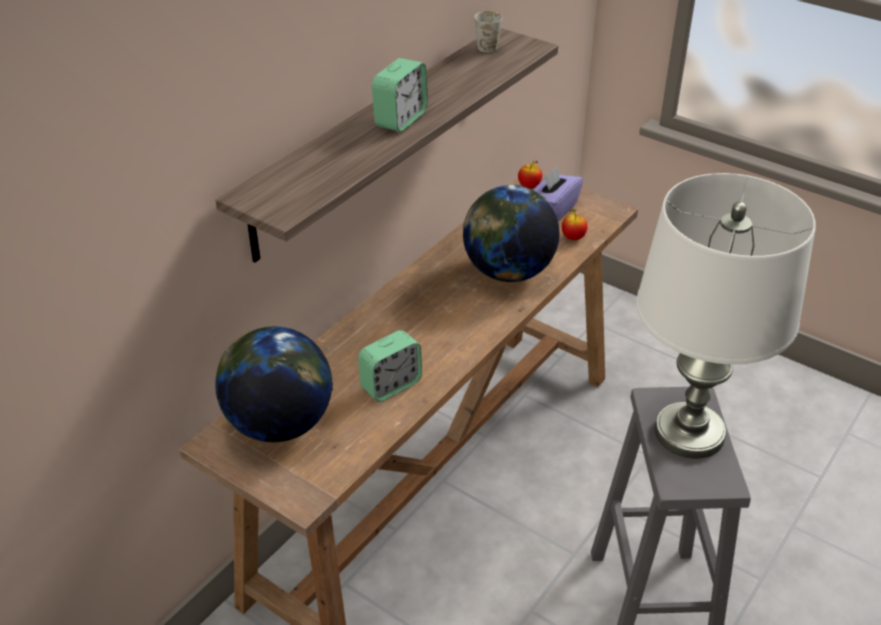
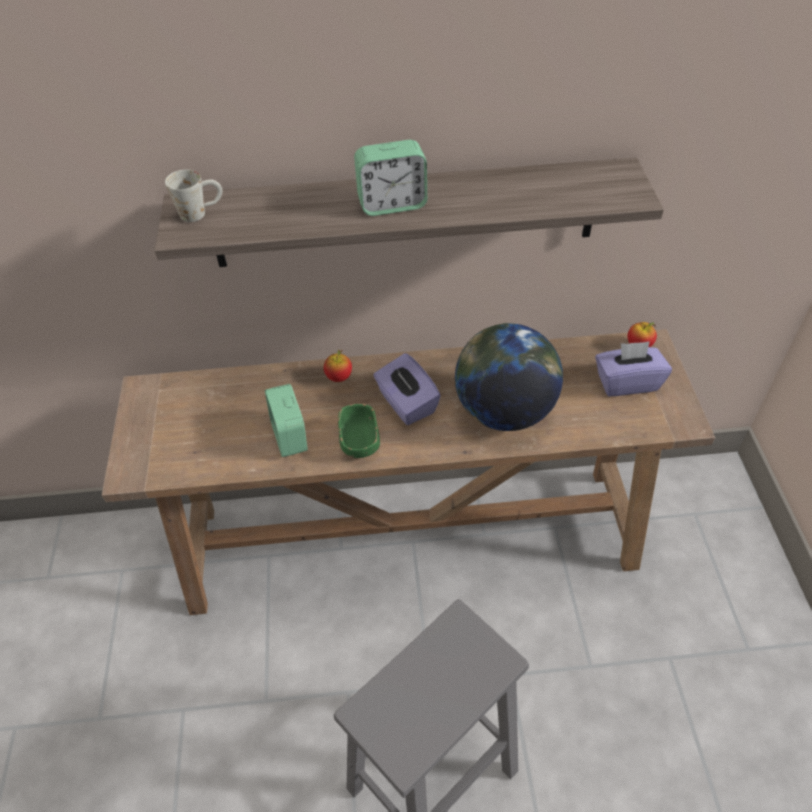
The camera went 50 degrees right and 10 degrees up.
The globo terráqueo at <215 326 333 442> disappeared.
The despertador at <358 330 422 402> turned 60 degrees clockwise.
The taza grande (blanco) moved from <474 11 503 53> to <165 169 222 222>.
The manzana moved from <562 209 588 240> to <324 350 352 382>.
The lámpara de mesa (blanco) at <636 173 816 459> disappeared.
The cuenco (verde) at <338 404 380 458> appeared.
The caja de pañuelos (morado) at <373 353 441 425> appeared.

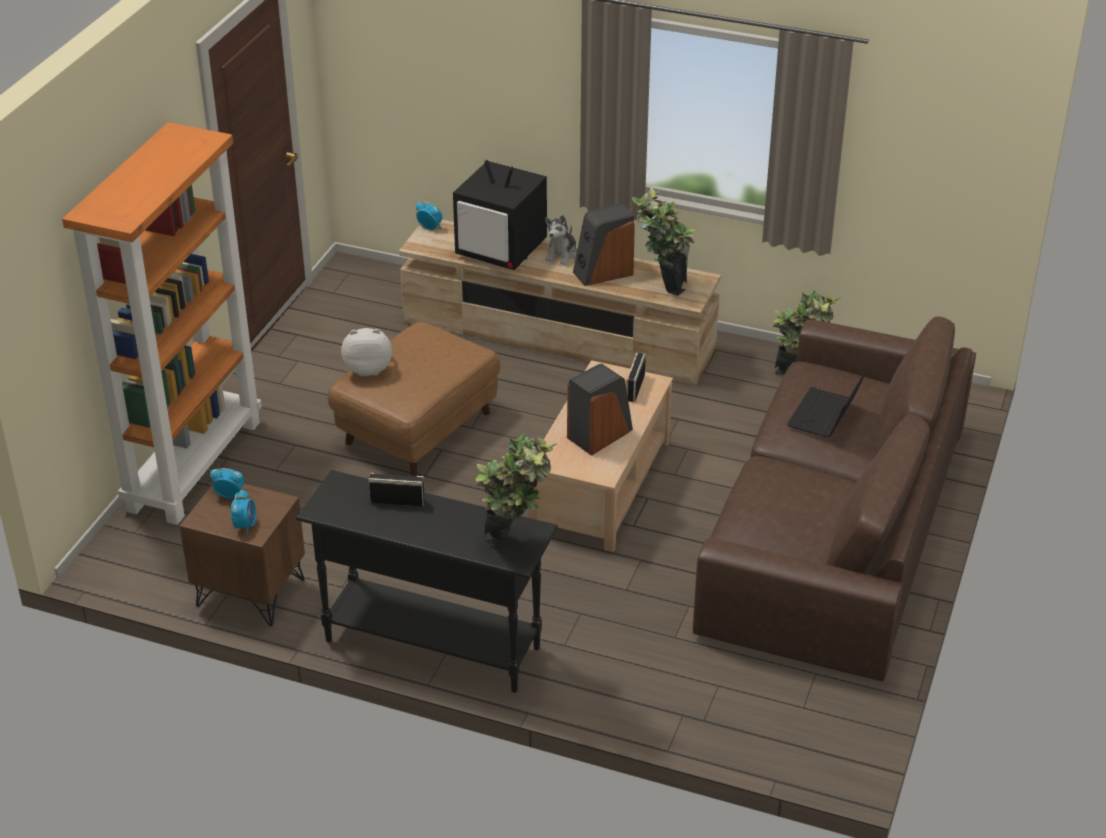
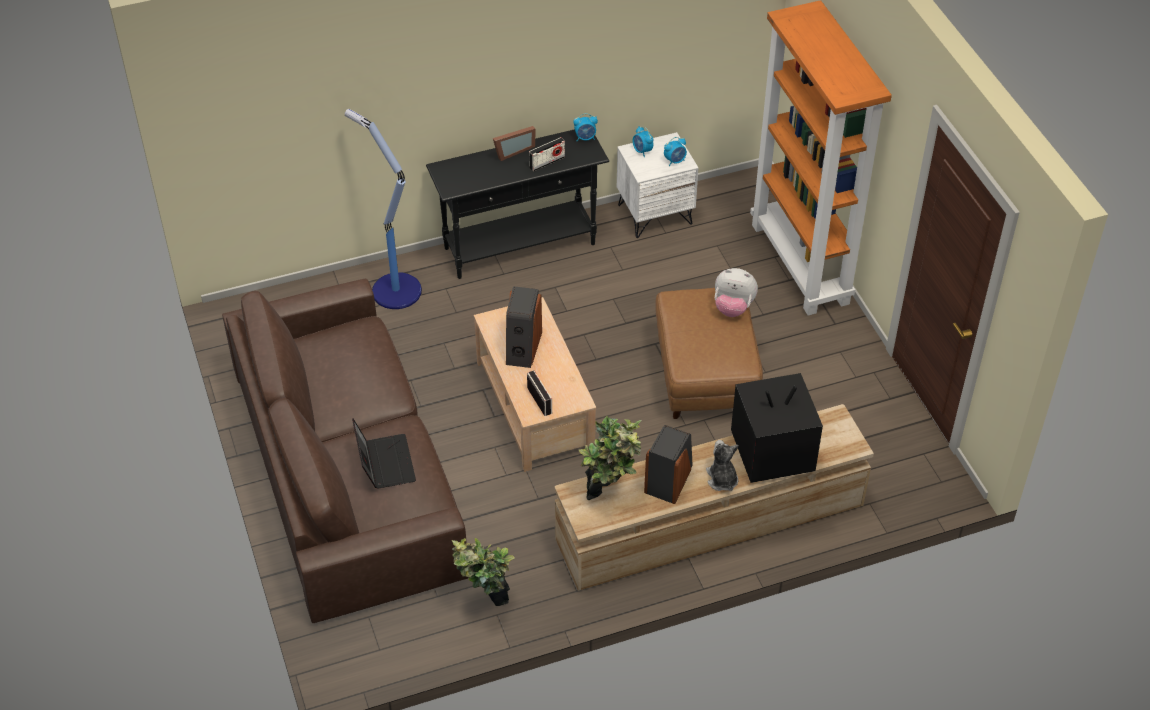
The camera went 140 degrees right and 10 degrees up.
The mesita de noche (marrón) at <180 484 305 626> became the mesita de noche (blanco) at <617 132 698 238>.
The peluche at <341 328 392 376> turned 60 degrees clockwise.
The despertador moved from <416 202 442 230> to <573 113 598 141>.
The planta en maceta at <476 434 558 541> disappeared.
The lámpara de pie at <345 109 422 309> appeared.
The portarretratos at <493 126 536 161> appeared.

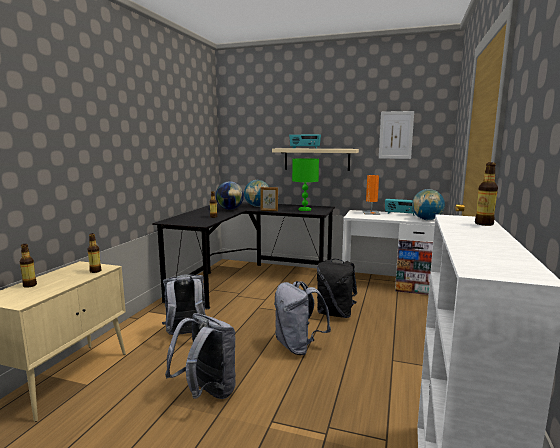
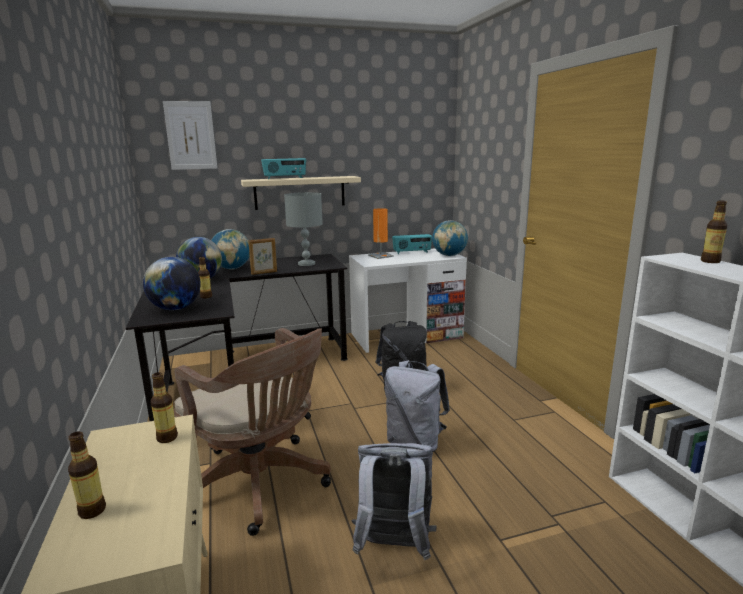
The camera went 35 degrees left and 5 degrees up.
The mochila (gris) at <162 274 206 335> was replaced by the silla de oficina (marrón) at <173 328 331 536>.
The lámpara de mesa (verde) at <292 158 319 211> became the lámpara de mesa (gris) at <284 192 323 266>.
The cuadro moved from <379 111 414 159> to <163 101 217 170>.
The globo terráqueo at <143 257 201 310> appeared.

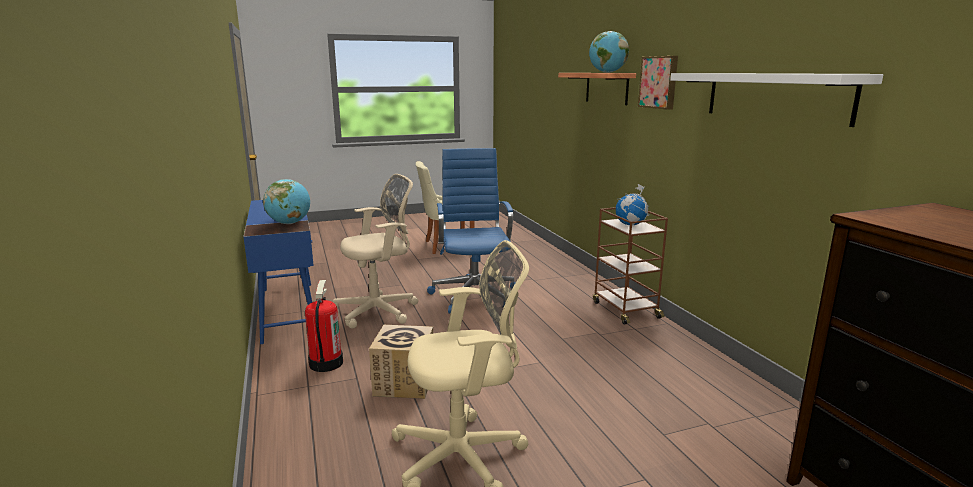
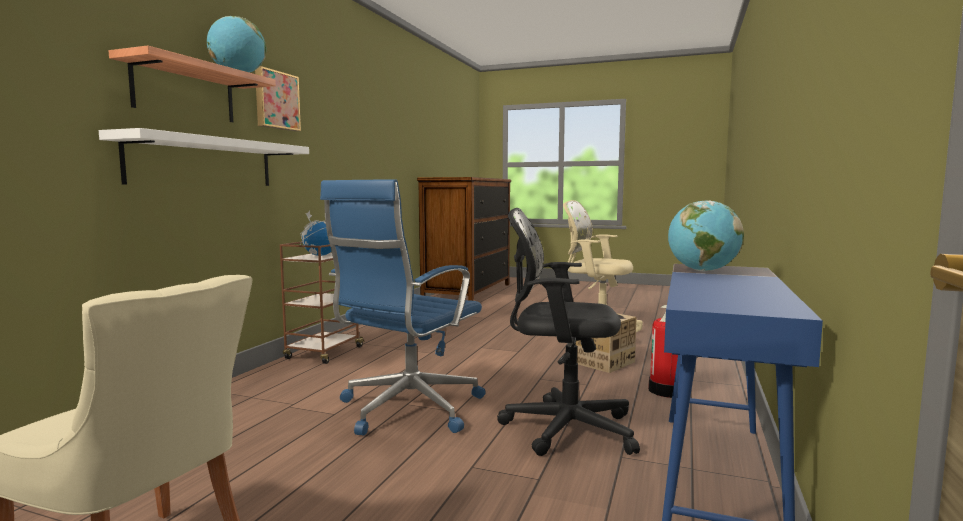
The camera went 140 degrees left and 10 degrees down.
The silla de oficina (beis) at <333 174 418 328> became the silla de oficina (negro) at <497 208 640 456>.
The estante (blanco) moved from <670 73 884 127> to <99 128 309 186>.

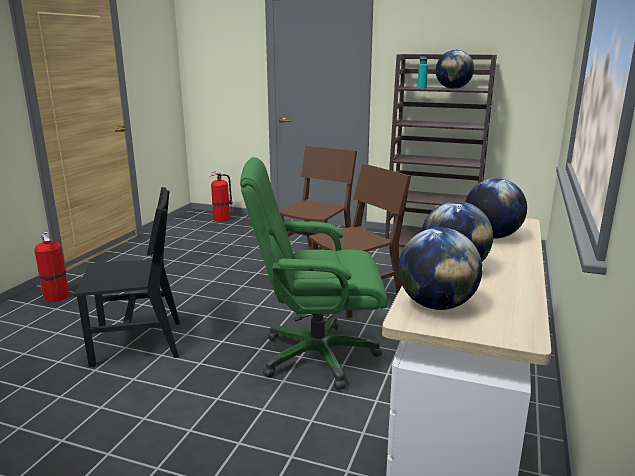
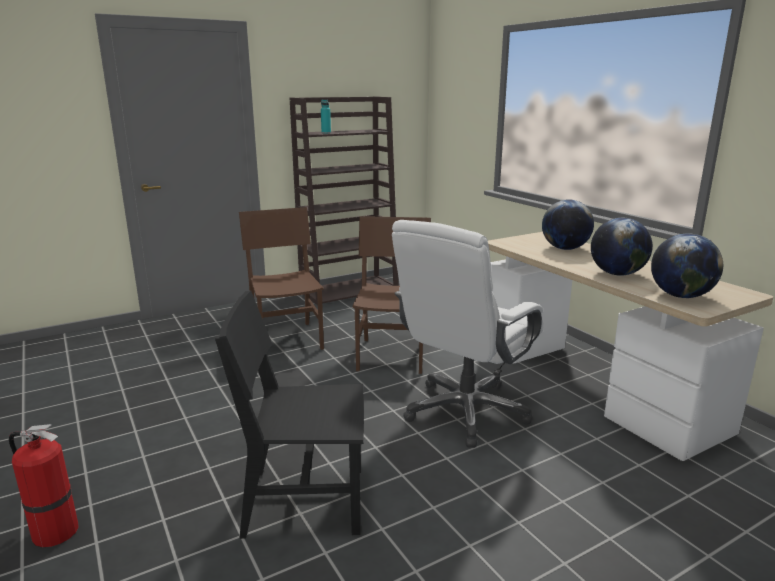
The camera went 50 degrees left and 0 degrees up.
The silla (negro) at <73 187 180 367> turned 120 degrees counterclockwise.
The extintor at <209 171 234 222> disappeared.
The silla de oficina (verde) at <240 157 387 390> became the silla de oficina (blanco) at <392 220 544 448>.
The globo terráqueo at <436 50 474 89> disappeared.

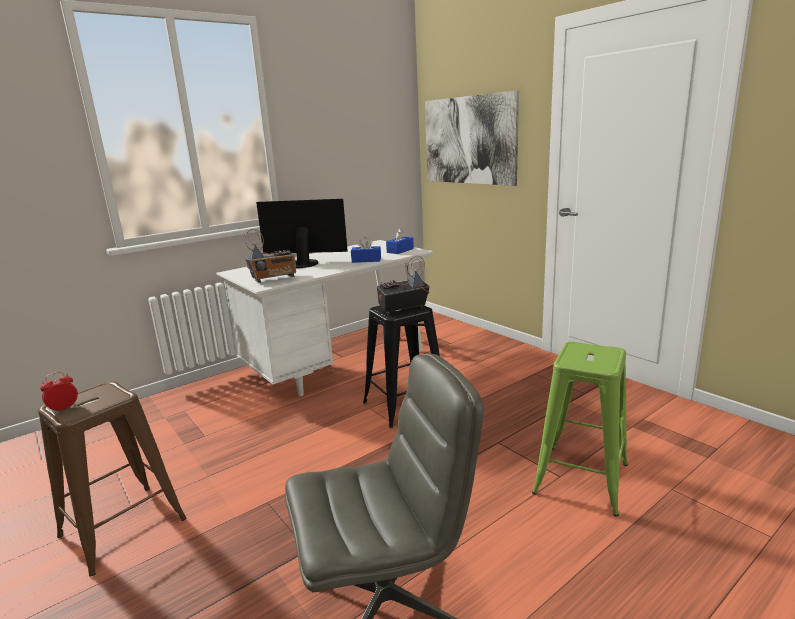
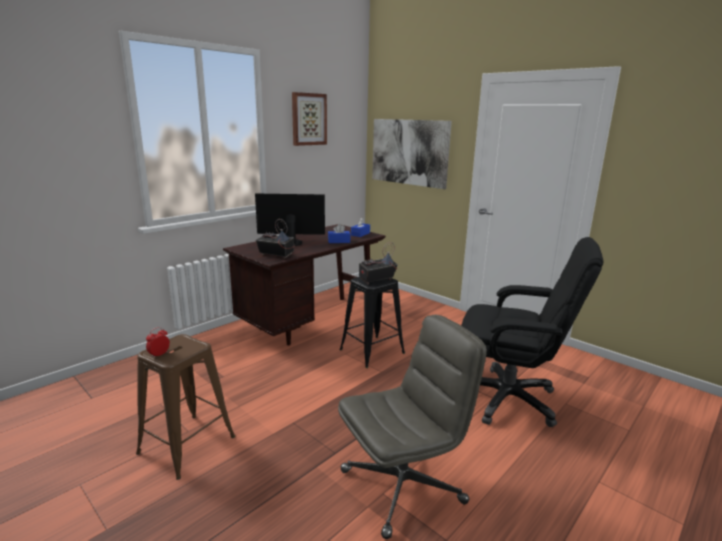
The camera went 10 degrees left and 0 degrees up.
The escritorio (blanco) at <217 240 433 396> became the escritorio (marrón) at <223 224 386 345>.
The radio at <245 229 296 283> turned 120 degrees counterclockwise.
The taburete (verde) at <532 342 628 517> was replaced by the silla de oficina (negro) at <461 237 603 427>.
The cuadro at <292 92 327 146> appeared.

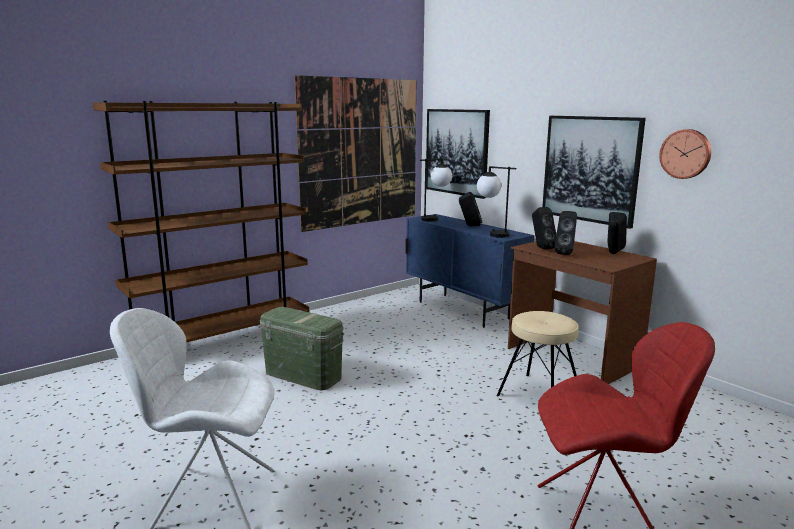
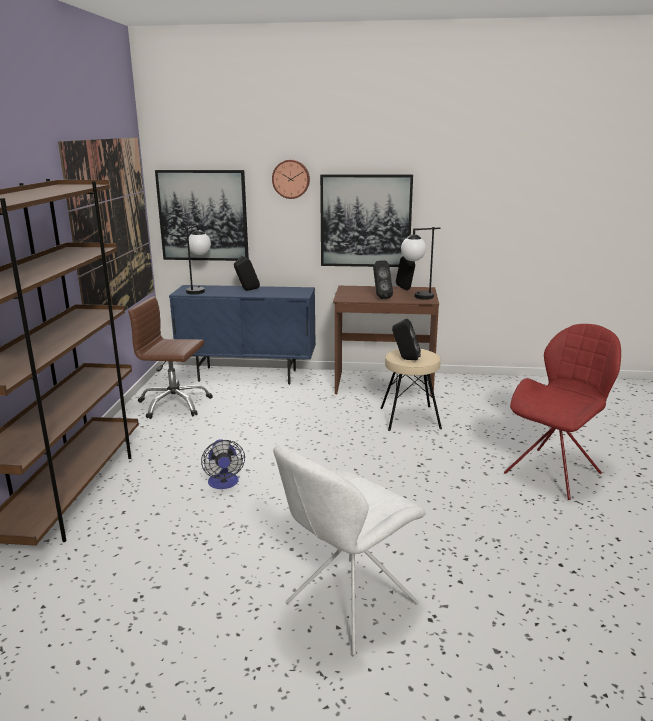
The camera went 45 degrees left and 5 degrees up.
The caja de almacenaje (verde) at <260 307 344 390> was replaced by the ventilador at <201 439 245 489>.
The lámpara de mesa moved from <477 166 516 238> to <401 227 440 299>.
The altavoz (negro) moved from <532 207 556 249> to <392 318 421 360>.
The reloj de pared moved from <659 129 711 179> to <272 160 310 199>.
The silla de oficina (marrón) at <128 296 213 419> appeared.

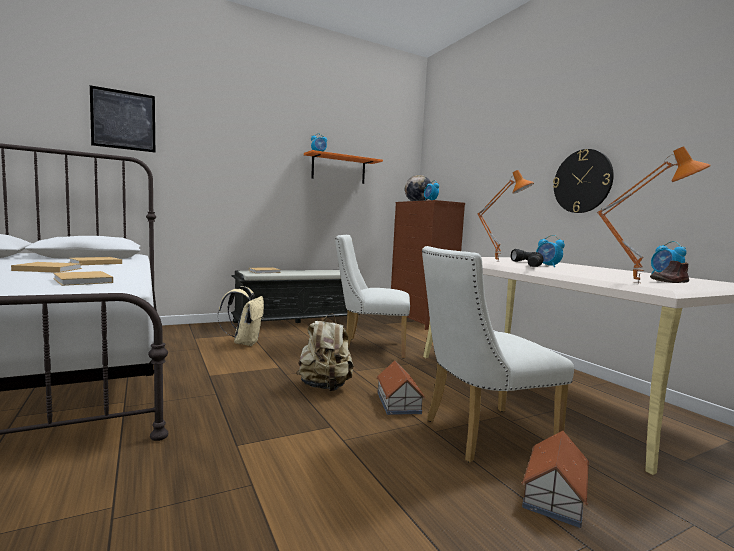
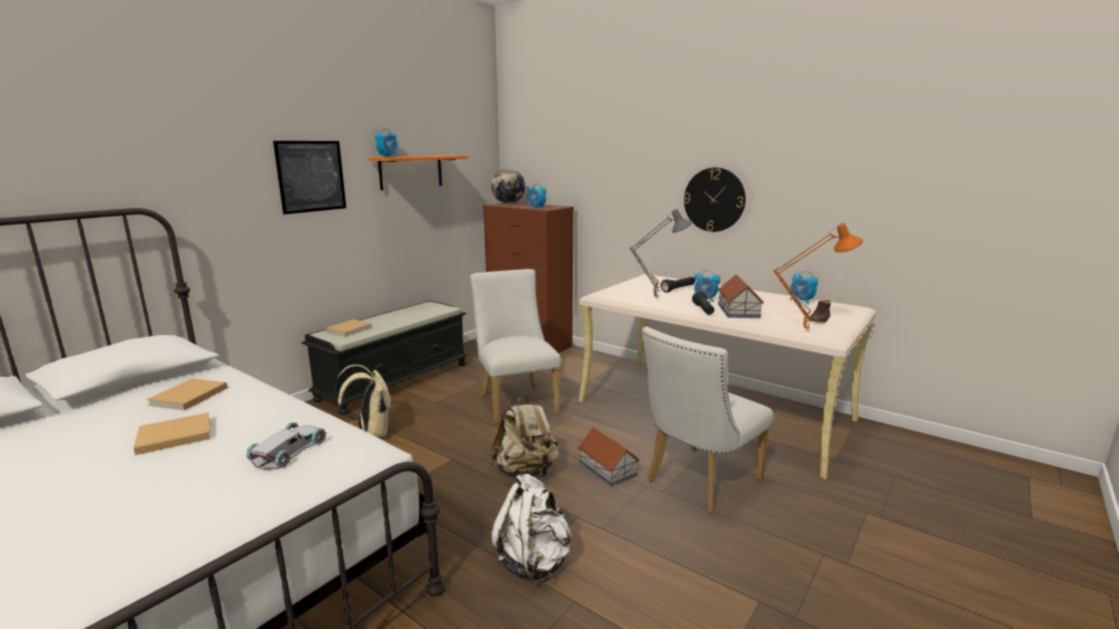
The camera went 25 degrees left and 10 degrees up.
The libro (beis) at <53 271 113 286> was replaced by the coche de juguete (blanco) at <246 422 326 470>.
The cuadro moved from <90 85 155 152> to <273 141 346 214>.
The silla (blanco) at <335 235 410 359> turned 90 degrees clockwise.
The lámpara de mesa (naranja) at <477 170 534 262> became the lámpara de mesa (gris) at <629 209 693 300>.
The casita moved from <521 431 590 528> to <718 274 764 318>.
The mochila (blanco) at <490 474 571 583> appeared.

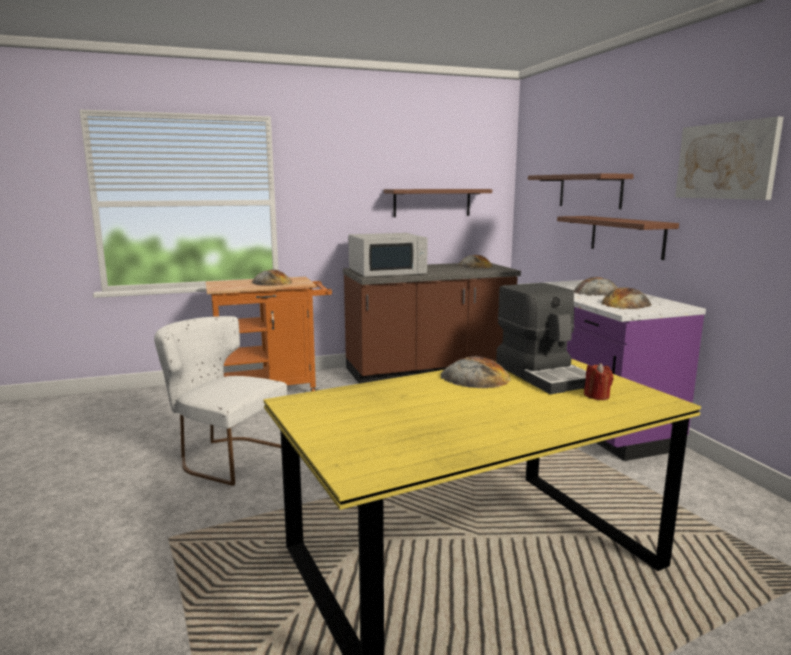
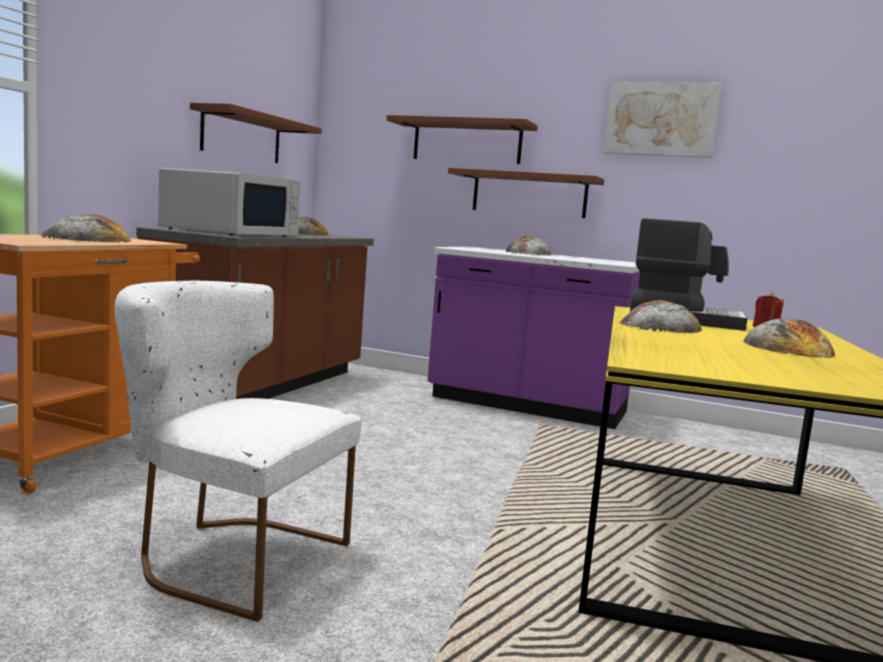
The camera went 50 degrees left and 5 degrees down.
The silla (blanco) at <154 316 287 486> turned 45 degrees clockwise.
The pan moved from <601 287 651 309> to <744 318 835 358>.

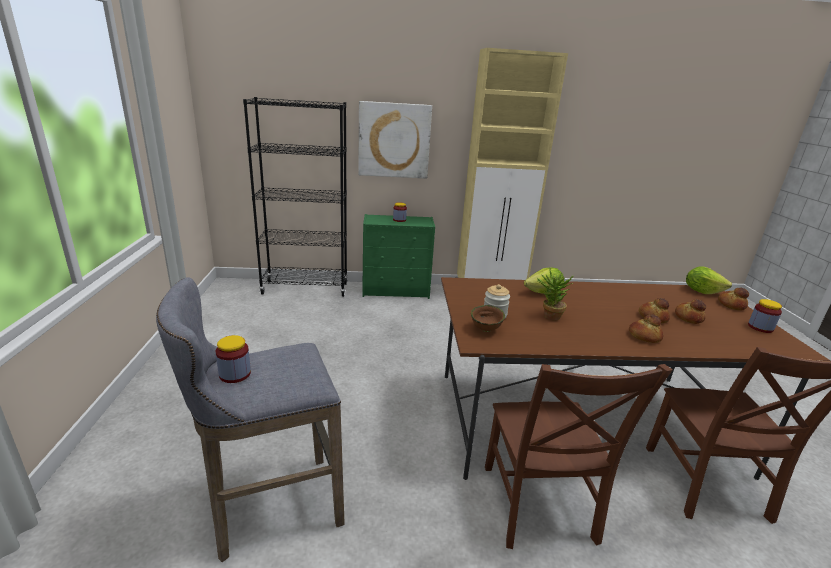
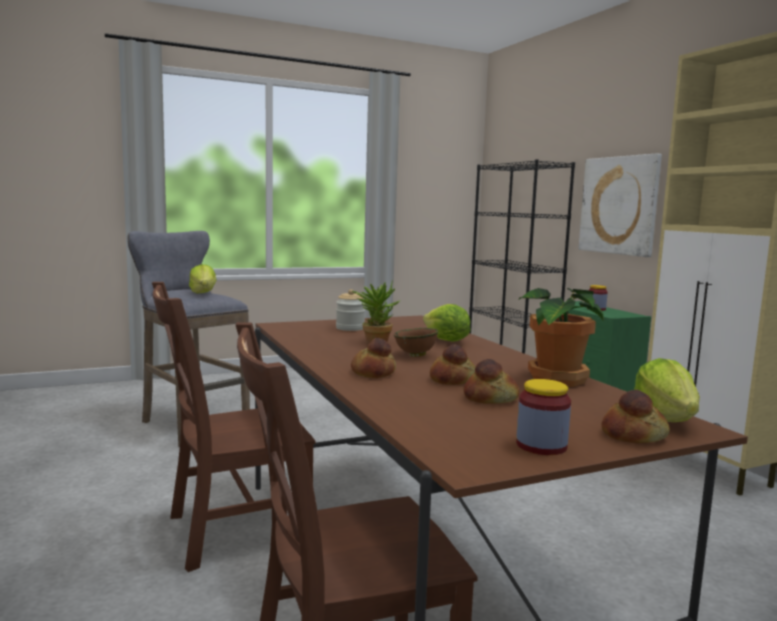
The camera went 70 degrees right and 15 degrees down.
The tarro at <216 335 251 383> disappeared.
The cuenco (marrón) moved from <471 305 505 332> to <394 328 438 357>.
The lechuga at <189 264 216 294> appeared.
The planta en maceta at <519 288 604 387> appeared.

